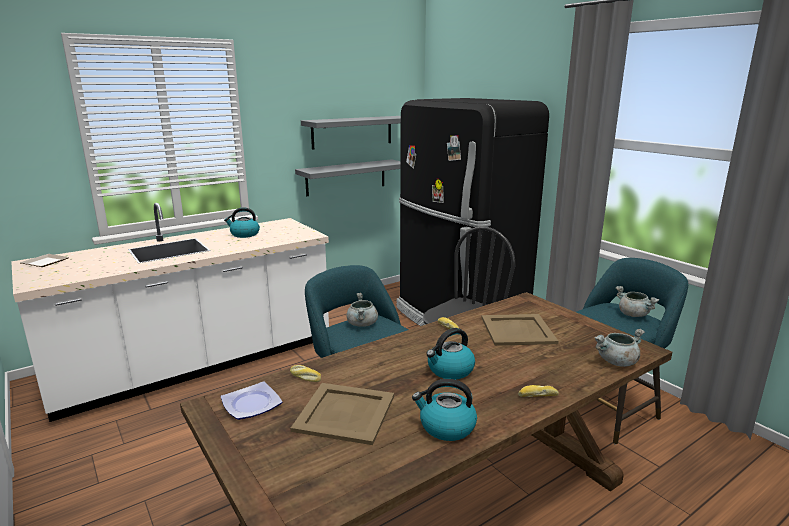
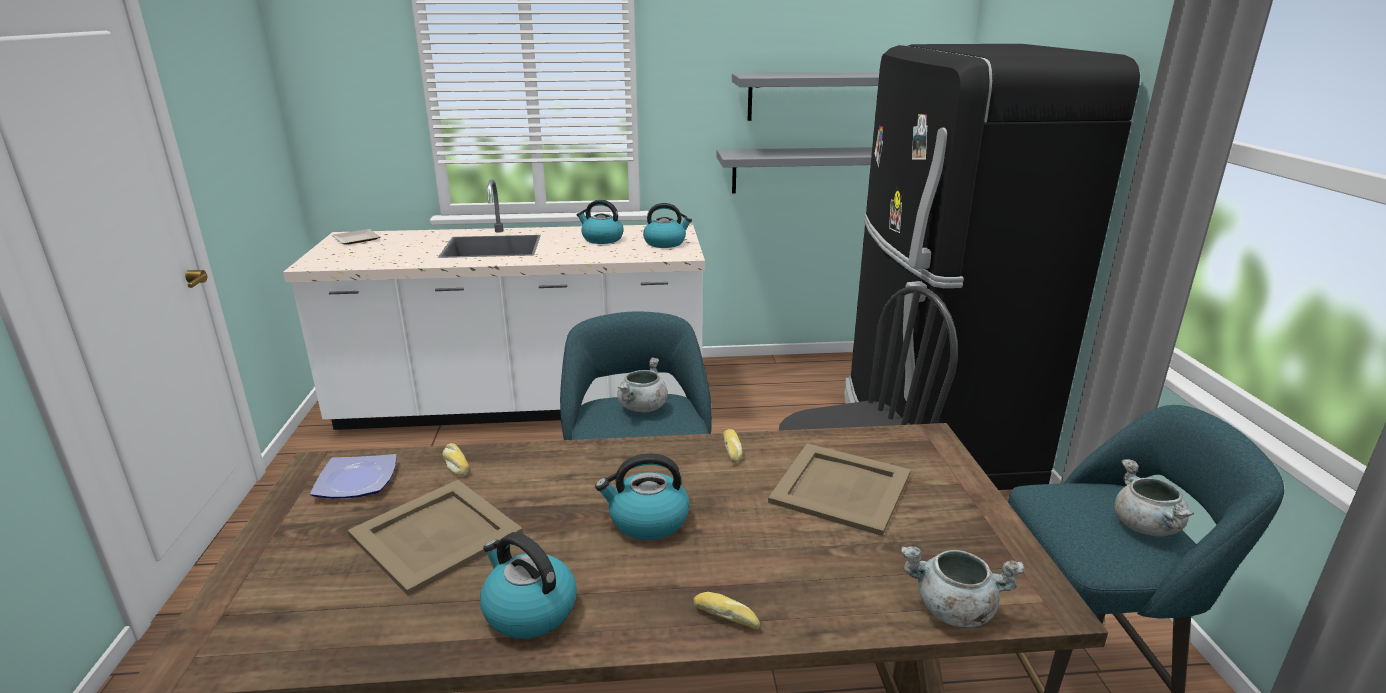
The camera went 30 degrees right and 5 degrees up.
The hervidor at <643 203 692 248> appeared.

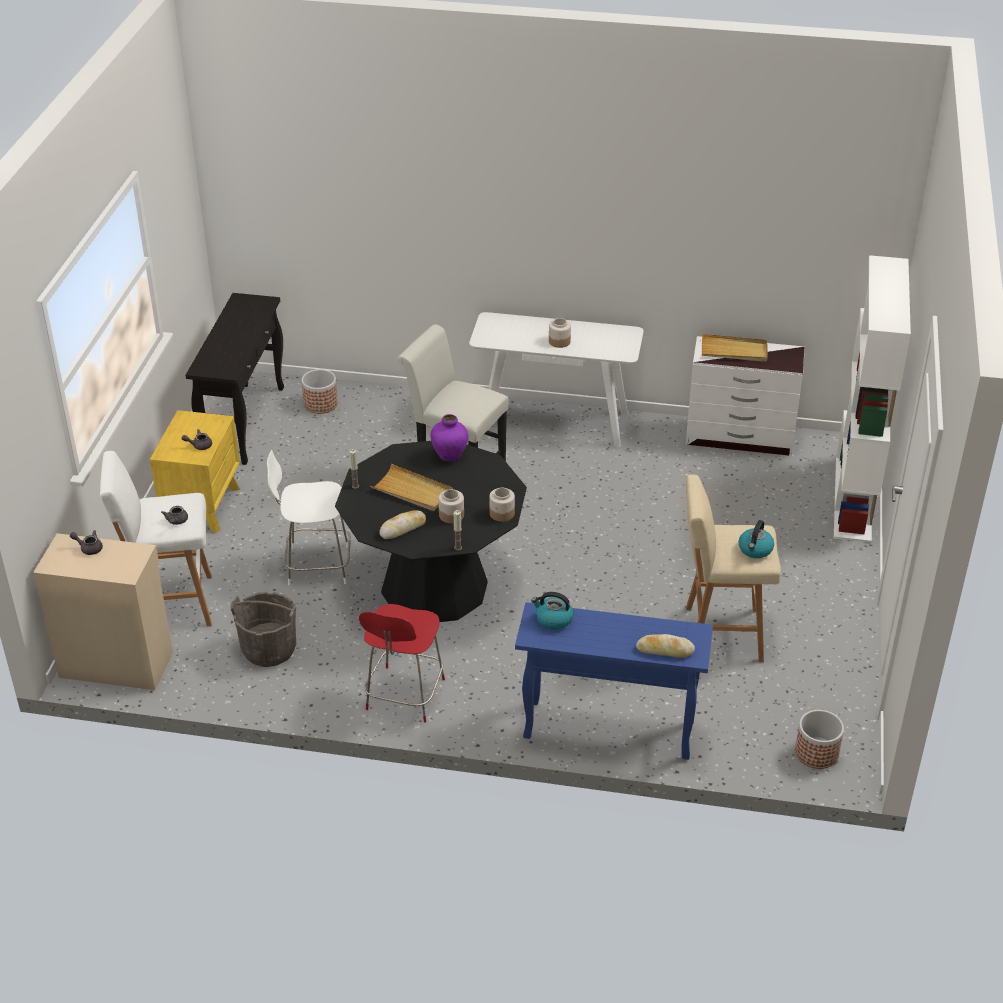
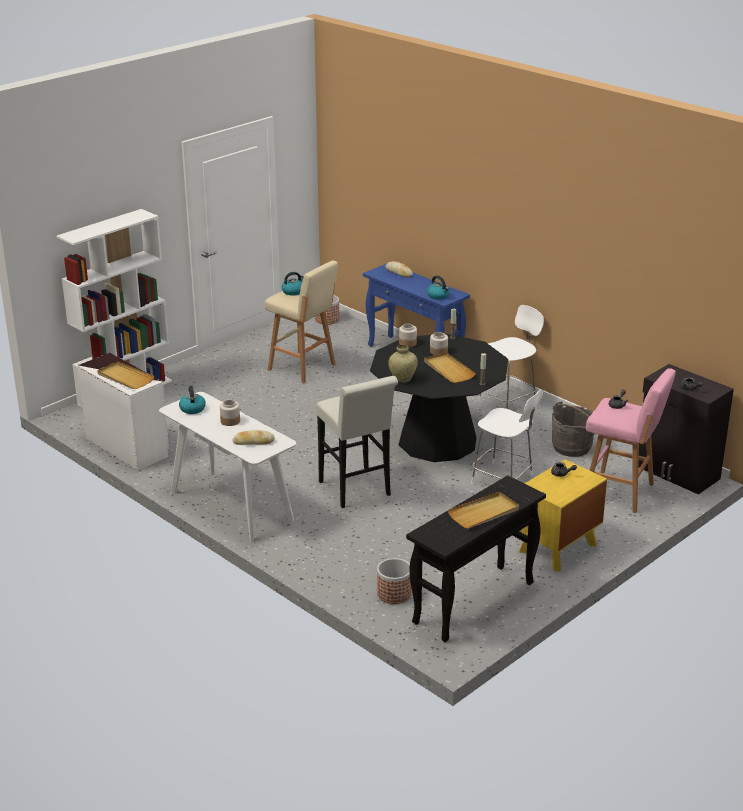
The camera went 145 degrees left and 10 degrees down.
The armario (beis) at <33 533 173 690> became the armario (negro) at <638 364 734 495>.
The taburete (blanco) at <100 451 212 627> became the taburete (rosa) at <586 368 676 513>.
The silla (rojo) at <359 604 445 723> became the silla (blanco) at <478 305 544 409>.
The pan moved from <379 510 426 539> to <232 430 275 445>.
The florero (morado) at <430 414 468 462> became the florero (beis) at <388 345 418 383>.
The hervidor at <179 385 206 414> appeared.
The bandeja (beis) at <448 492 519 529> appeared.

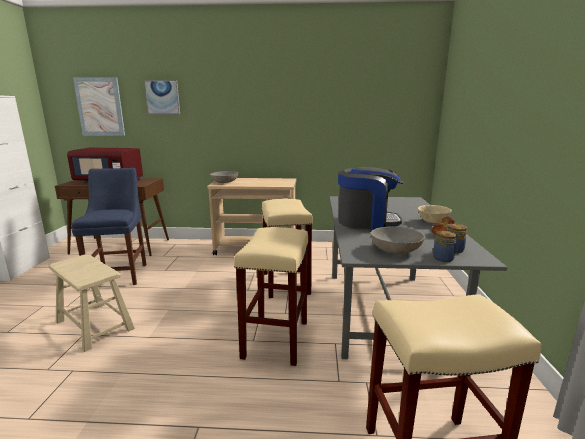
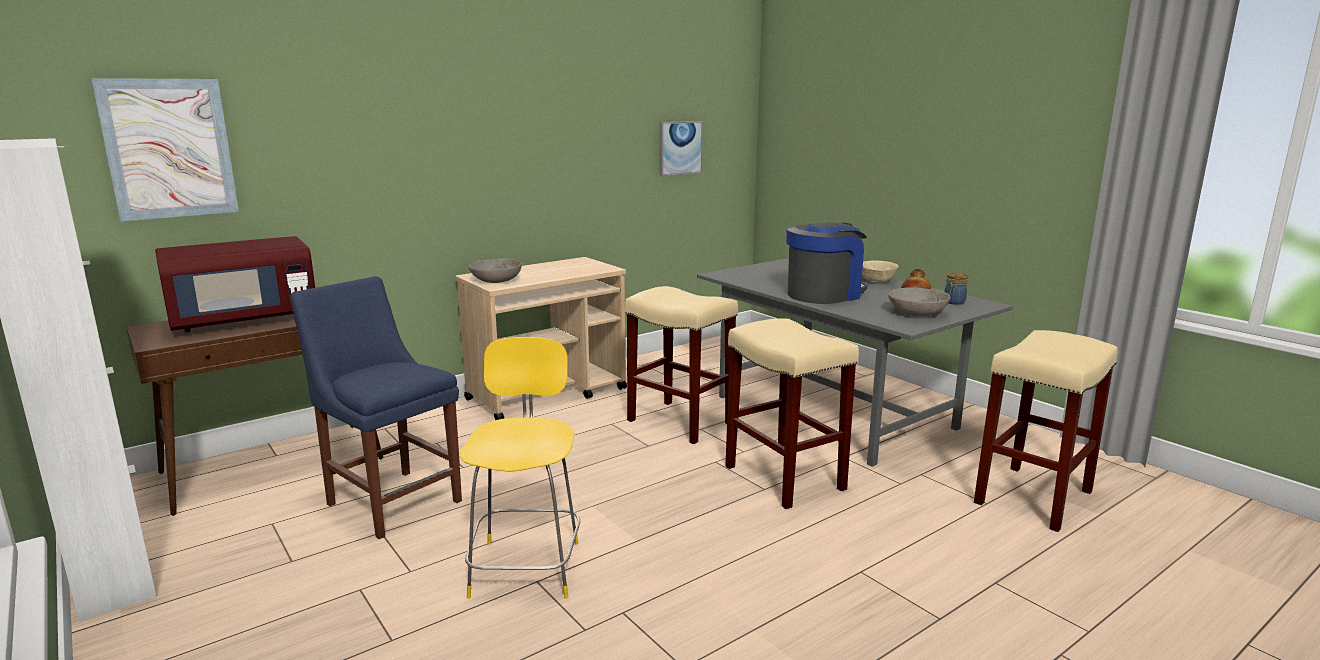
The camera went 40 degrees left and 0 degrees up.
The taburete (beis) at <49 254 135 352> was replaced by the silla (amarillo) at <460 337 580 599>.
The cuadro moved from <144 80 180 114> to <660 121 703 176>.
The tarro at <433 231 457 262> disappeared.

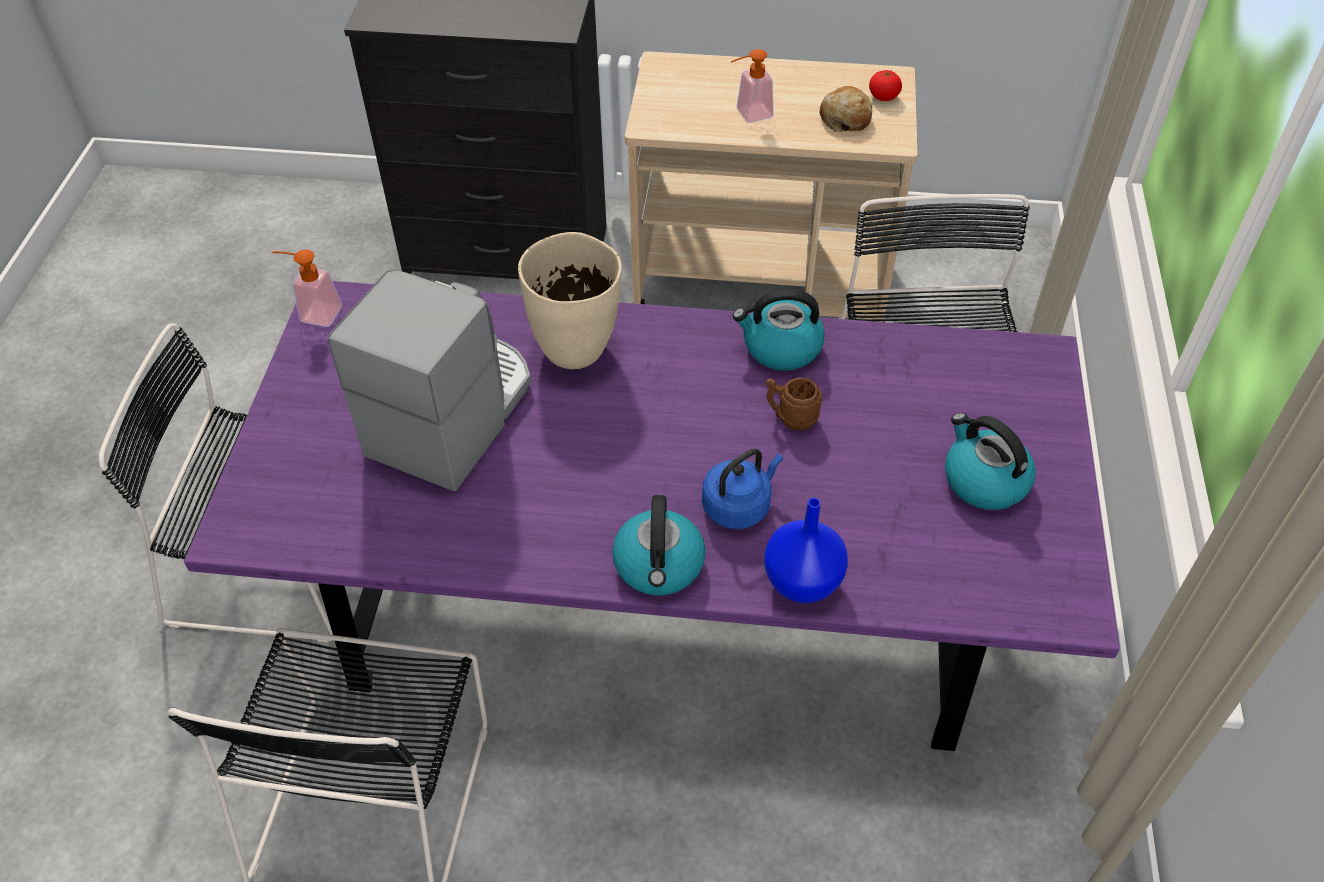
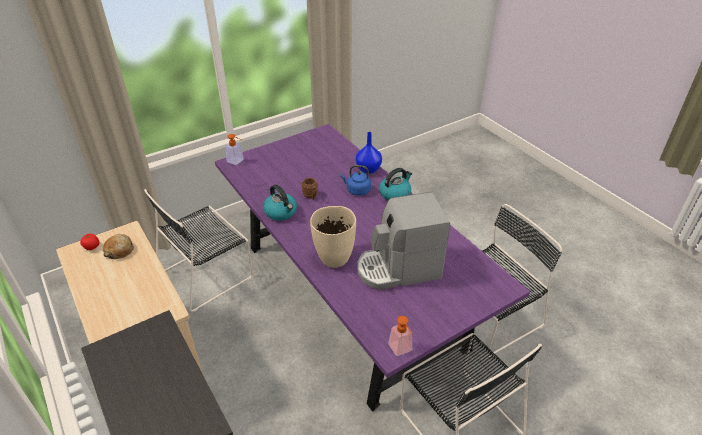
The camera went 130 degrees left and 10 degrees down.
The dispensador de jabón moved from <731 49 774 123> to <226 134 244 165>.
The hervidor at <945 413 1036 510> disappeared.

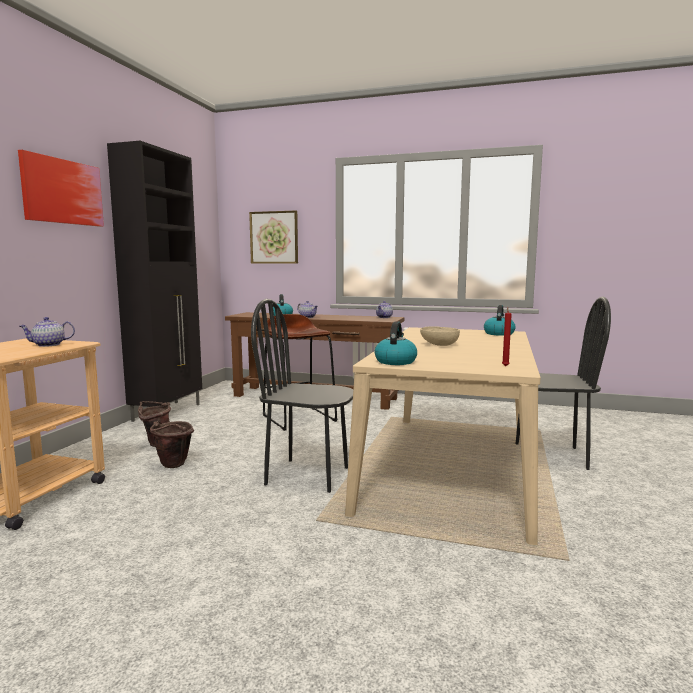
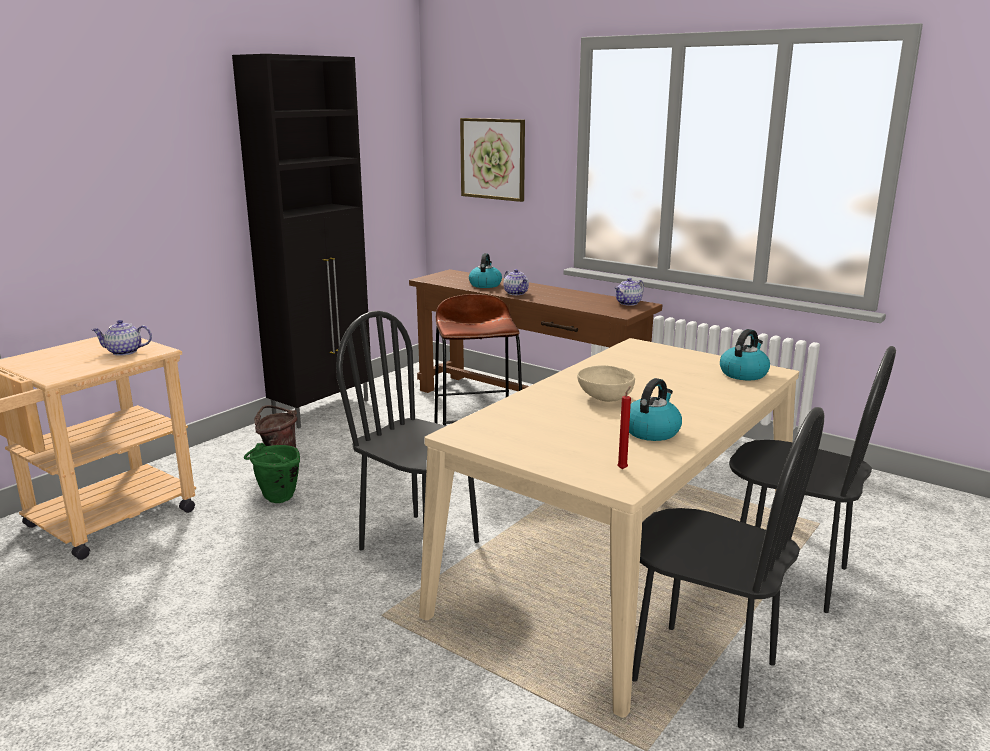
The camera went 20 degrees right and 10 degrees up.
The cuadro at <18 150 104 227> disappeared.
The cubo (marrón) at <150 421 194 468> became the cubo (verde) at <244 443 300 503>.
The hervidor moved from <375 321 417 365> to <629 378 682 441>.
The silla (negro) at <632 407 824 728> appeared.

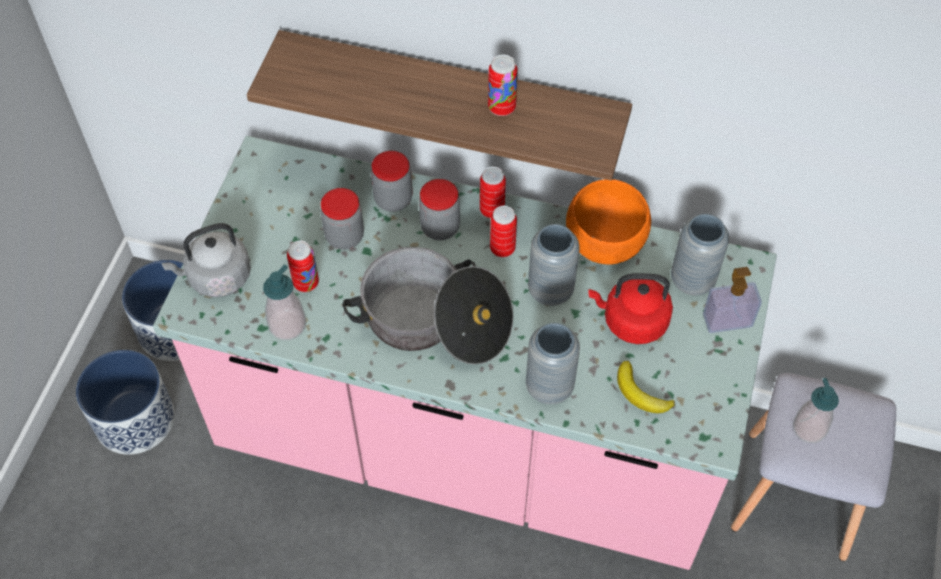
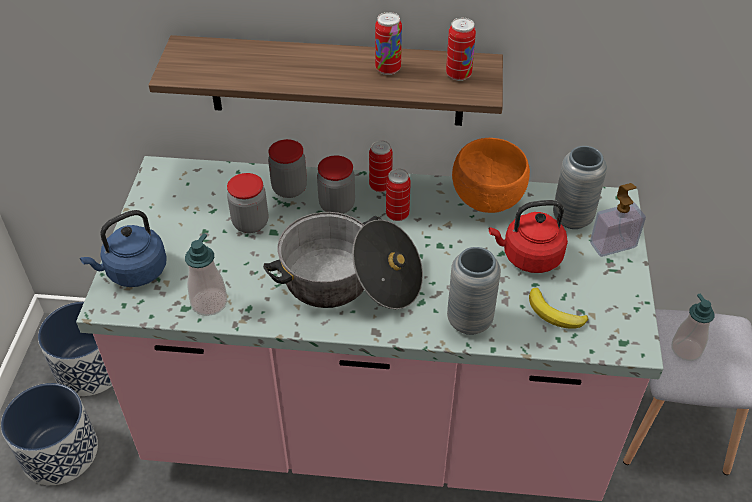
The camera went 10 degrees left and 10 degrees down.
The hervidor (gris) at <161 223 251 297> became the hervidor (azul) at <80 210 167 287>.
The lata moved from <287 240 319 292> to <446 18 476 81>.
The florero (gris) at <528 224 580 306> disappeared.

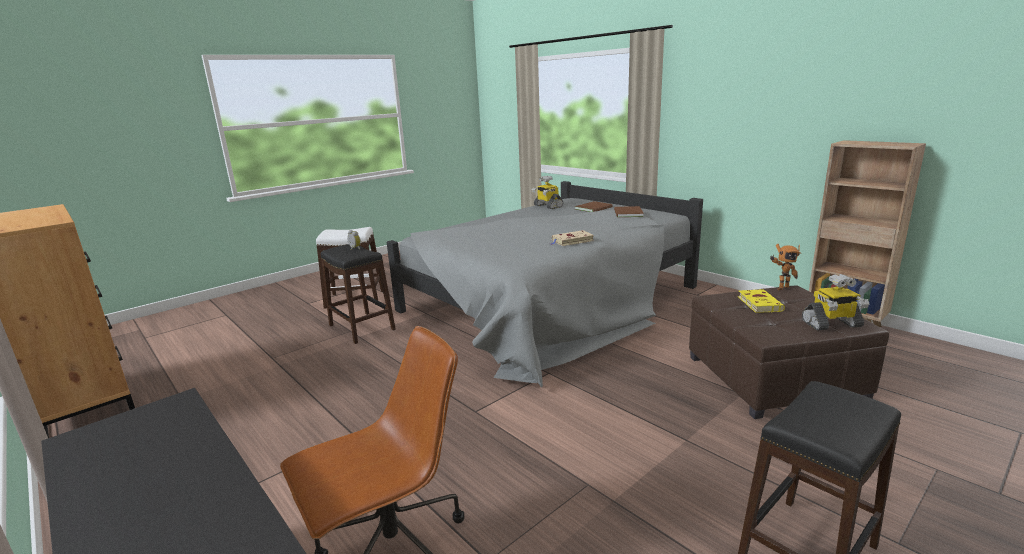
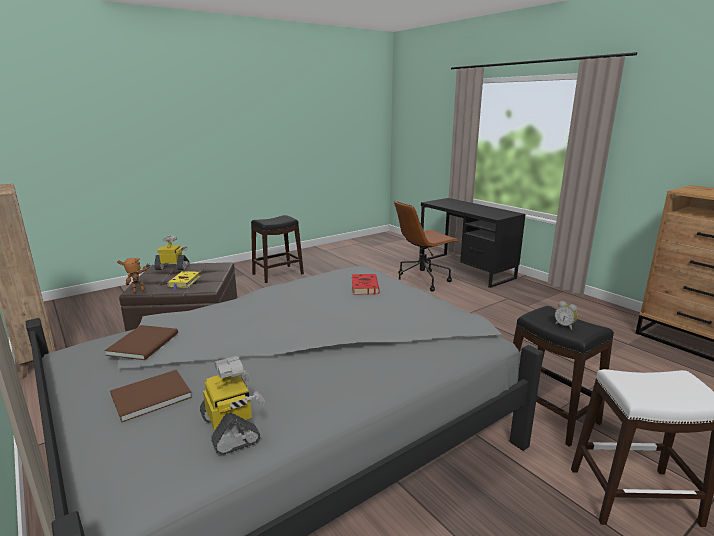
The camera went 175 degrees left and 0 degrees up.
The libro (beis) at <550 230 594 246> disappeared.
The libro (rojo) at <352 274 380 295> appeared.

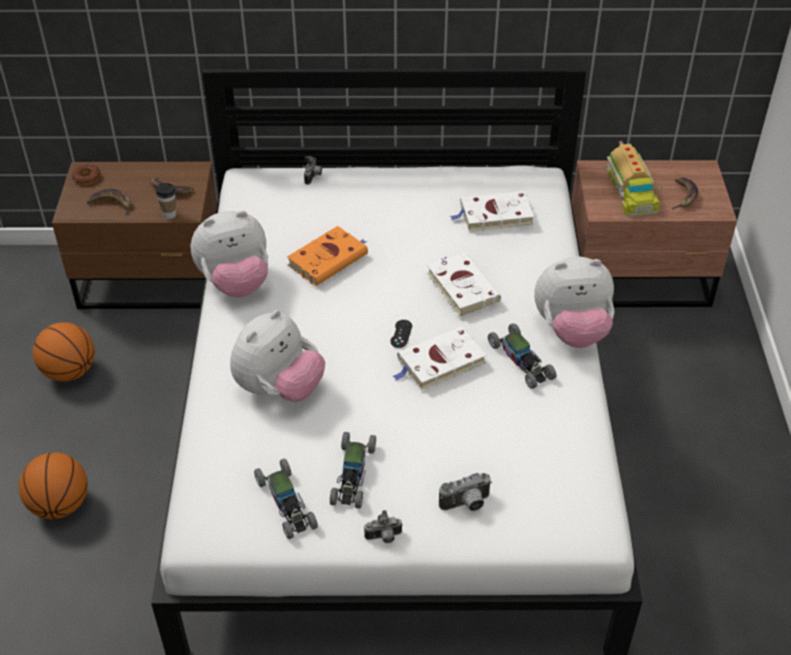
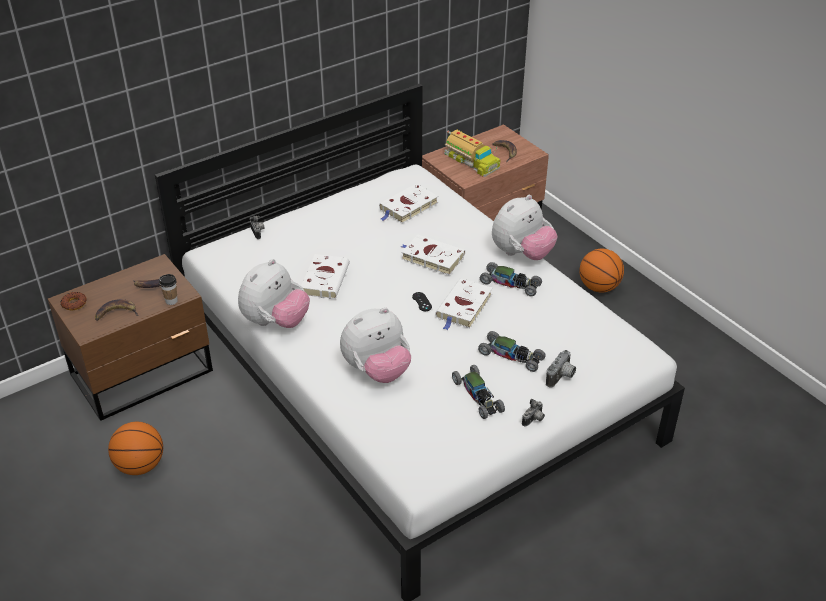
The camera went 35 degrees left and 5 degrees down.
The balón de baloncesto moved from <19 452 88 519> to <579 249 624 292>.
The peluche at <230 310 325 402> turned 60 degrees clockwise.
The coche de juguete moved from <254 459 318 539> to <478 331 546 372>.
The libro (naranja) at <287 226 368 286> became the libro (blanco) at <301 254 350 299>.

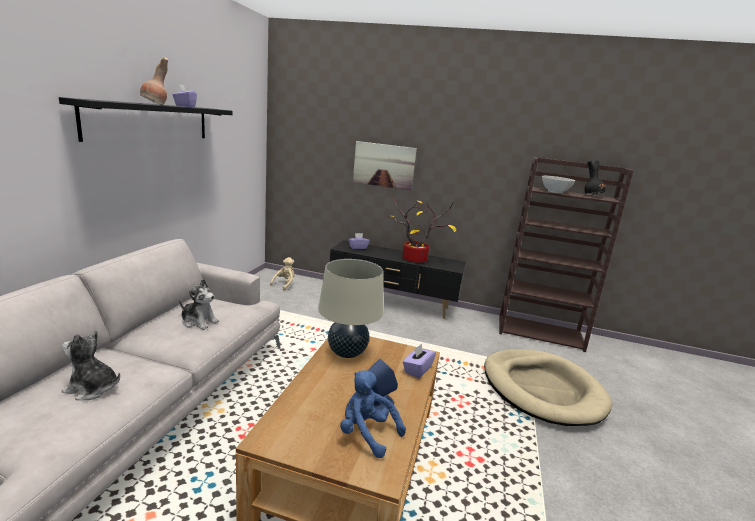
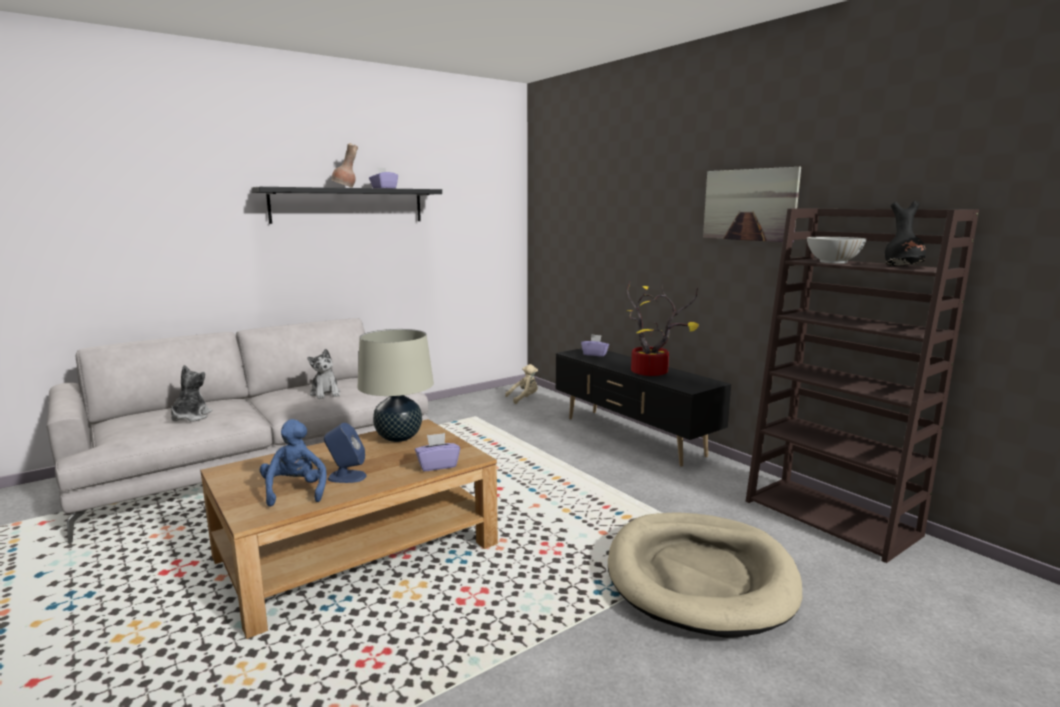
The camera went 40 degrees right and 5 degrees down.
The peluche at <62 330 120 400> turned 45 degrees clockwise.
The cuadro moved from <353 141 417 190> to <703 167 801 243>.

